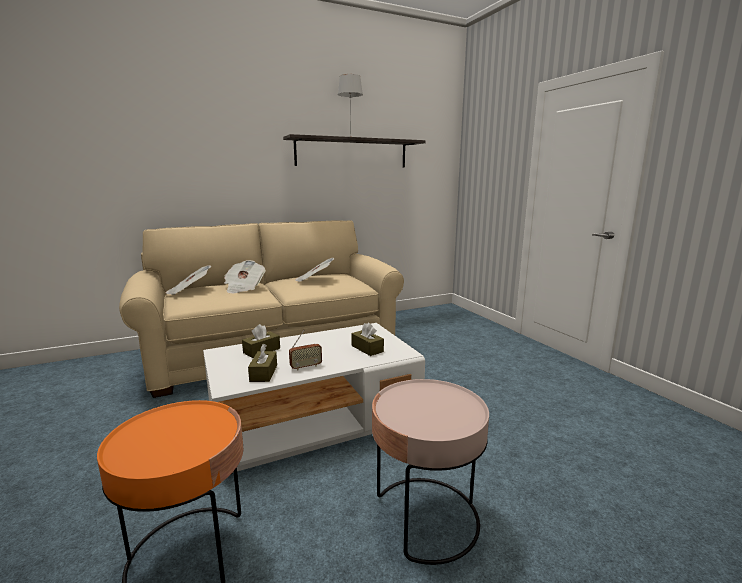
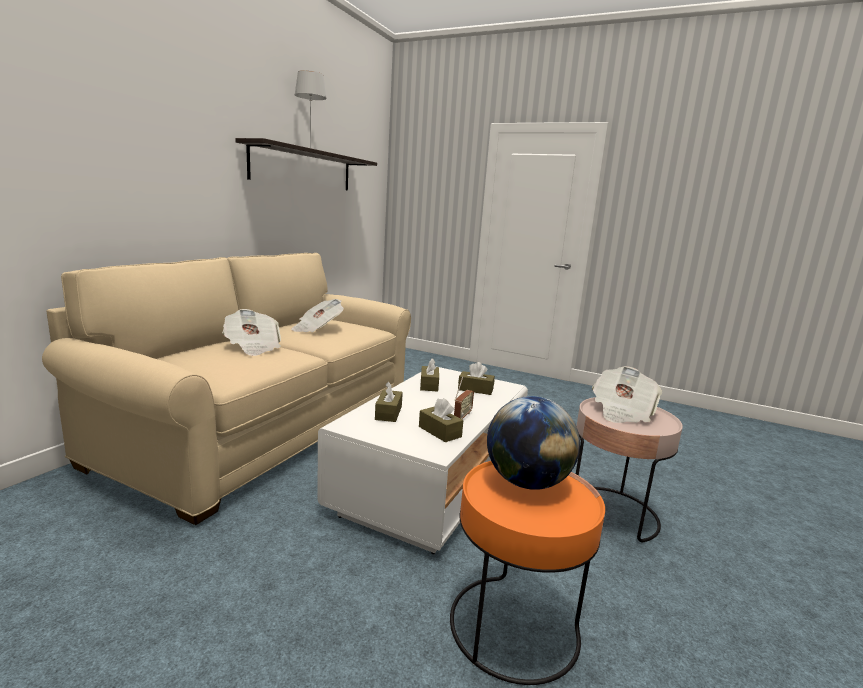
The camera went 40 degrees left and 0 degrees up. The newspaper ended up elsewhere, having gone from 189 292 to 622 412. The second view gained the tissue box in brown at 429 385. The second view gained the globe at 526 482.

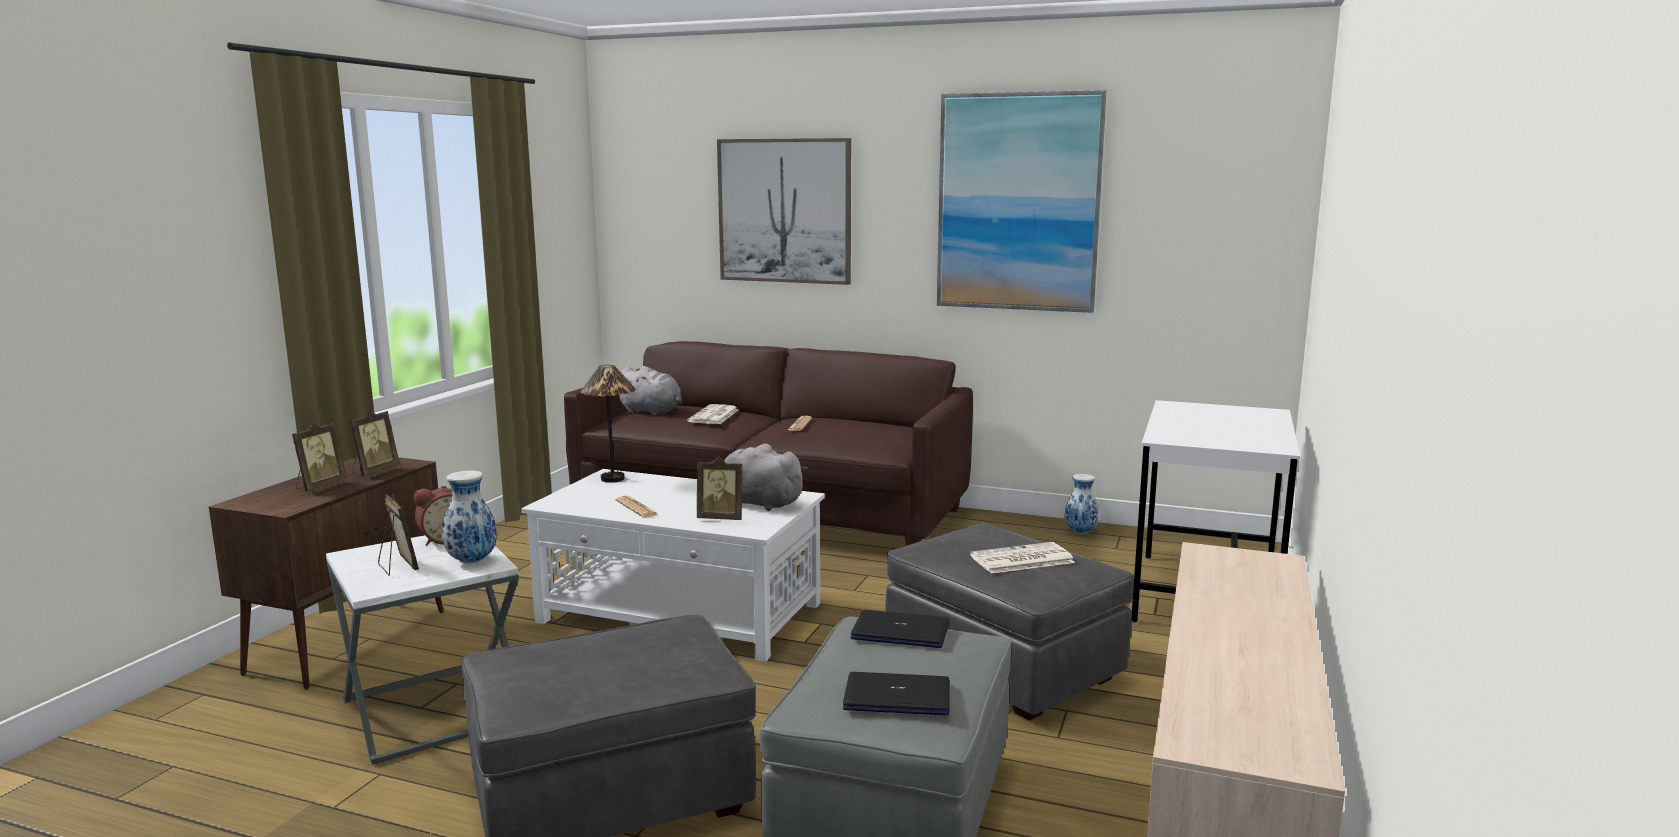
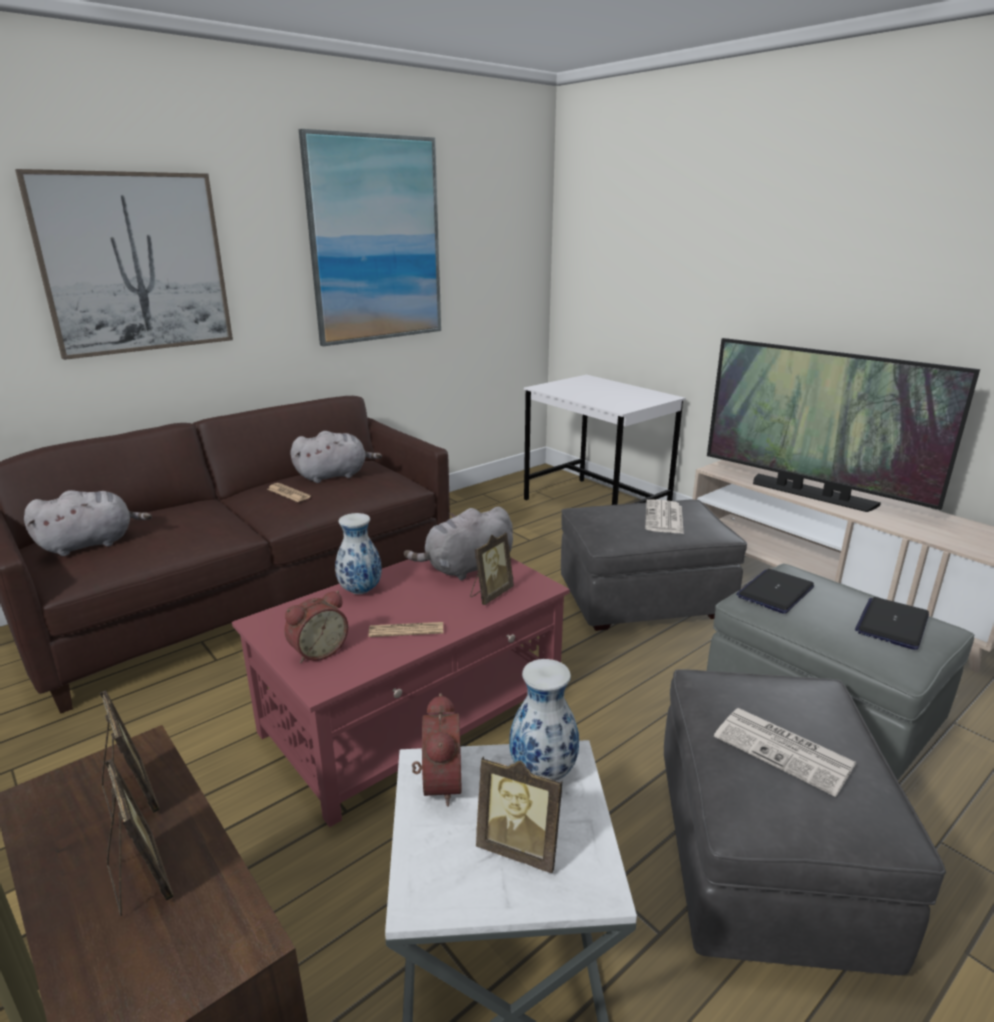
The camera went 60 degrees left and 10 degrees up. The second view lost the table lamp at 612 479. The newspaper ended up elsewhere, having gone from 714 416 to 785 751. What was the coffee table in white at 681 613 turned into the coffee table in red at 415 713. The vase ended up elsewhere, having gone from 1080 532 to 360 591. The picture frame at 397 567 ended up facing another way, 150 degrees counterclockwise from before. The second view gained the television at 811 494. The second view gained the plush toy in grey at 334 476. The second view gained the alarm clock at 317 651.

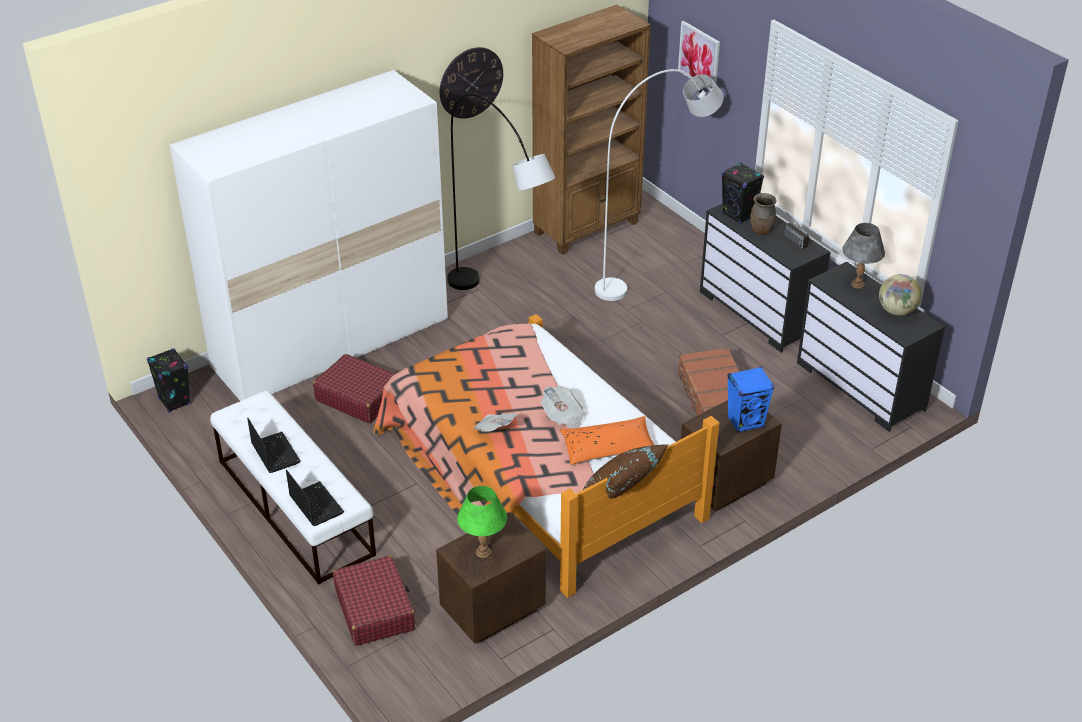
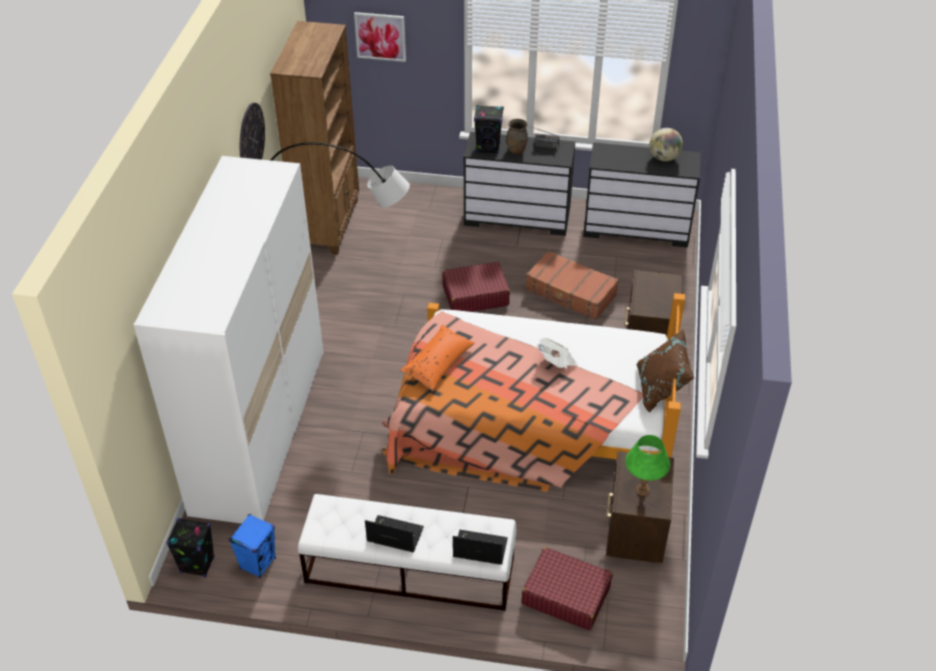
The camera went 45 degrees left and 5 degrees up. The second view lost the floor lamp in white at 655 267. The second view lost the table lamp in grey at 858 284. The suitcase in red ended up elsewhere, having gone from 358 397 to 475 295. The speaker in blue ended up elsewhere, having gone from 745 422 to 258 563. The second view lost the newspaper at 495 430. The pillow in orange ended up elsewhere, having gone from 608 448 to 438 363.

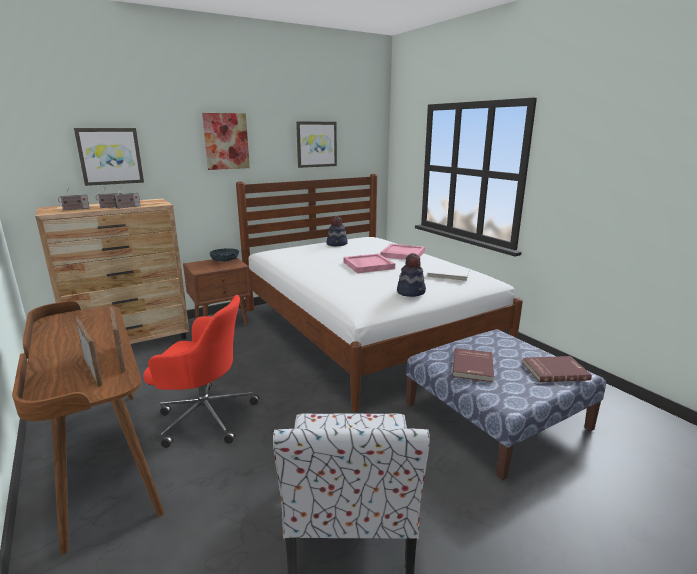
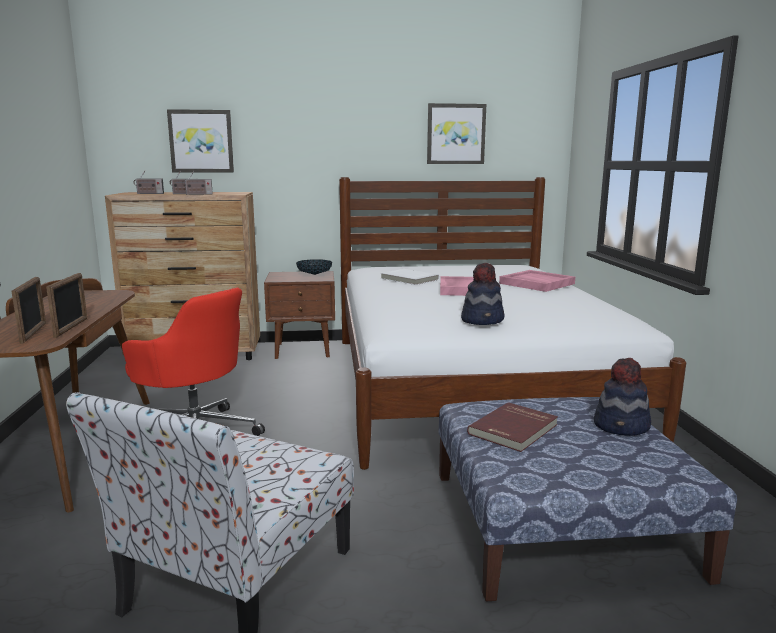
The camera went 25 degrees right and 5 degrees down. The second view lost the picture at 226 141. The hat ended up elsewhere, having gone from 337 244 to 622 426. The book in white ended up elsewhere, having gone from 448 275 to 408 279. The second view lost the book in red at 554 371.

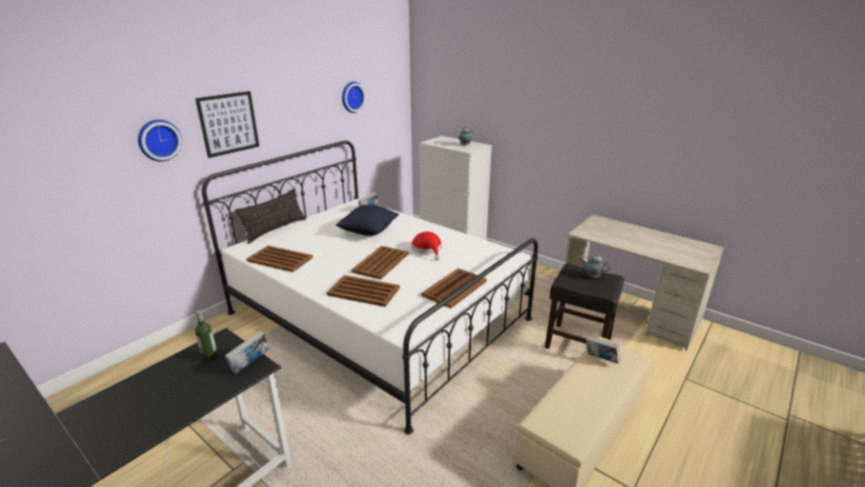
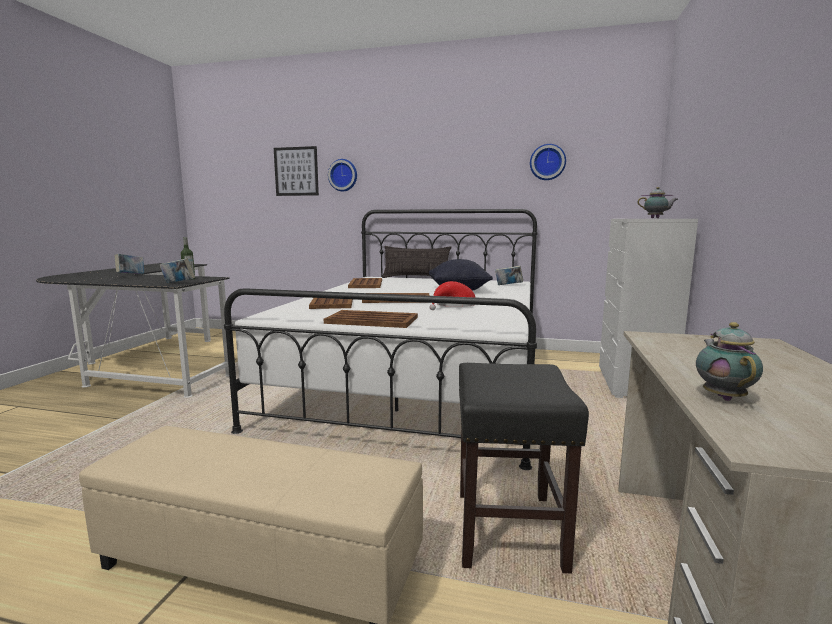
The camera went 65 degrees right and 15 degrees down. The picture ended up elsewhere, having gone from 229 123 to 296 171. The teapot ended up elsewhere, having gone from 592 276 to 723 397. The book ended up elsewhere, having gone from 601 360 to 131 275.

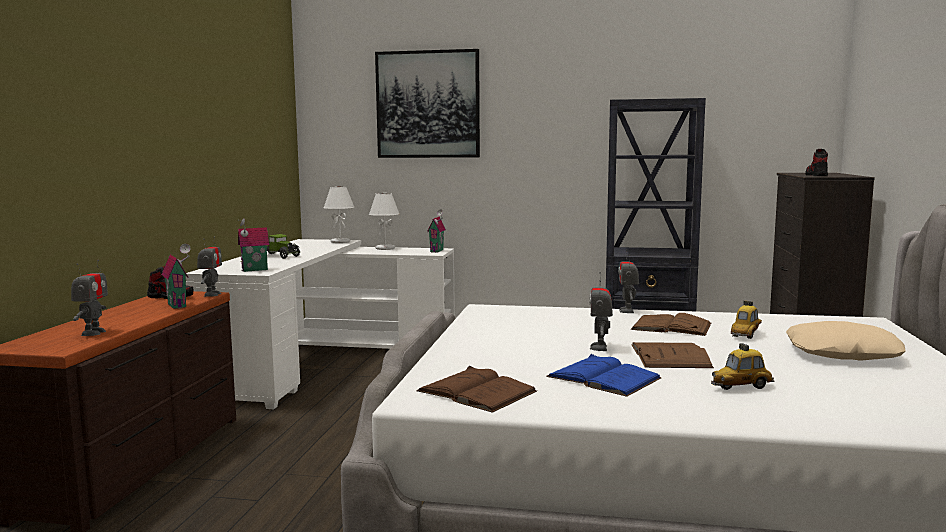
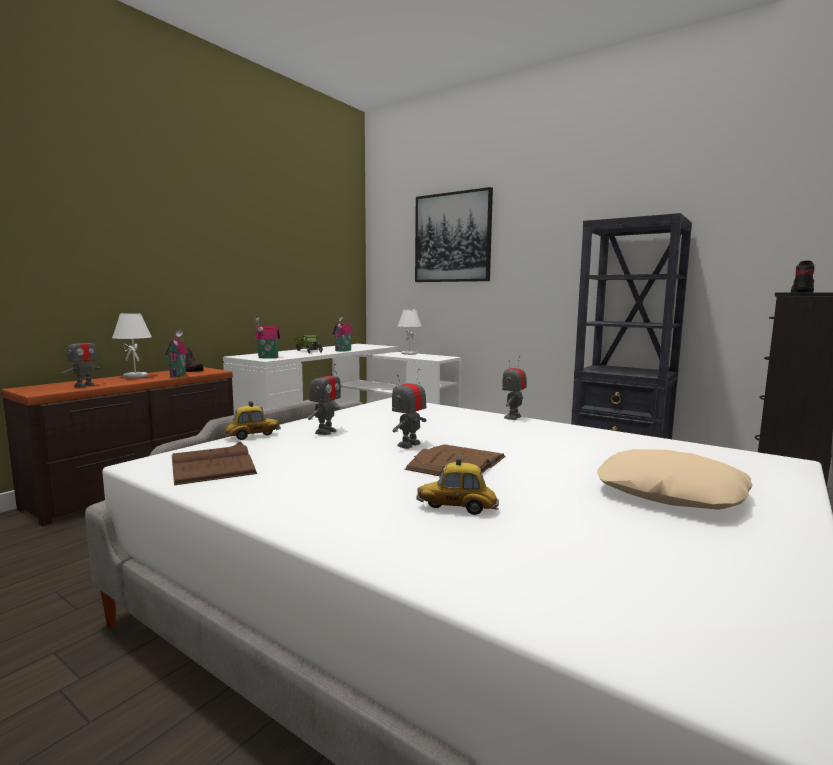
The camera went 25 degrees right and 0 degrees up. The table lamp in white ended up elsewhere, having gone from 340 242 to 136 376. The toy house ended up elsewhere, having gone from 438 251 to 343 350. The toy robot ended up elsewhere, having gone from 212 294 to 325 432. The toy car ended up elsewhere, having gone from 746 335 to 252 436. The second view lost the book in brown at 671 326. The second view lost the book in blue at 603 377.

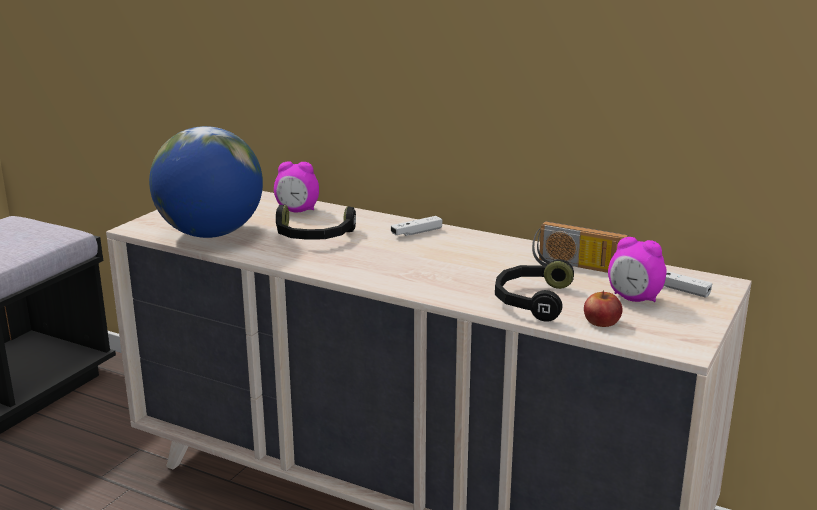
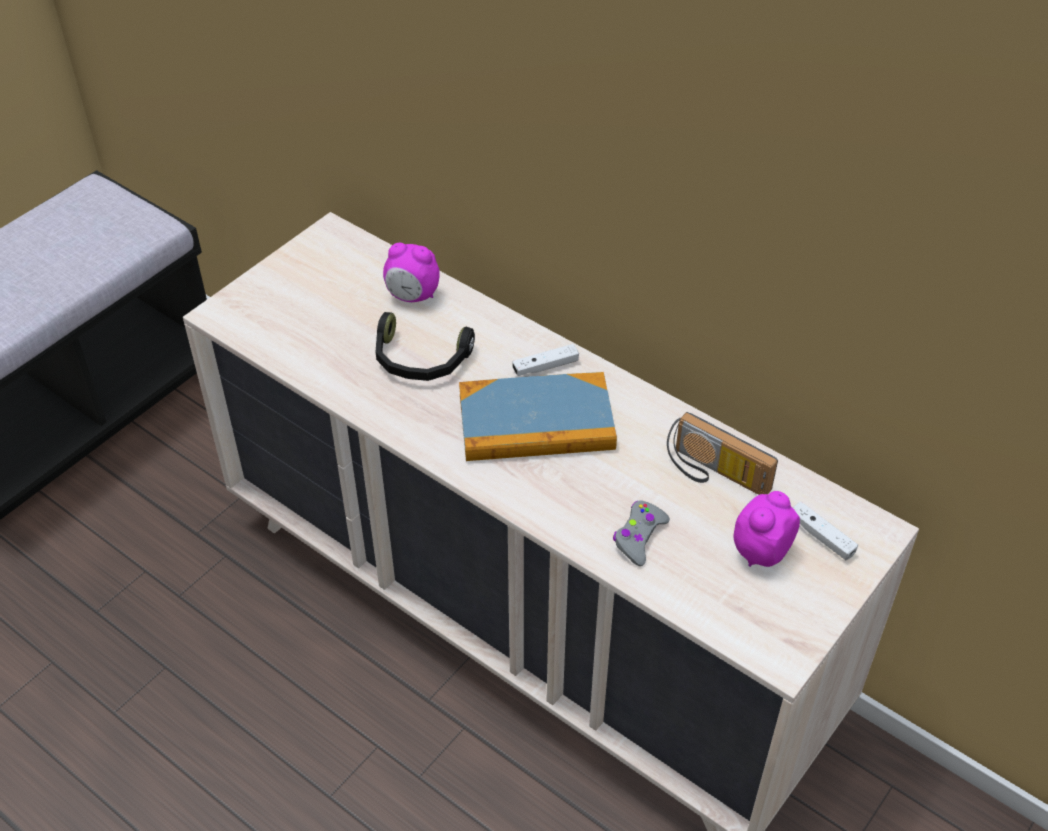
The camera went 10 degrees right and 25 degrees up. The second view lost the globe at 211 234. The alarm clock at 634 299 ended up facing another way, 90 degrees clockwise from before. Where the headphones in black stood at 531 300, the game controller in grey came to stand at 639 537. The second view lost the apple at 601 321. The second view gained the book at 536 423.

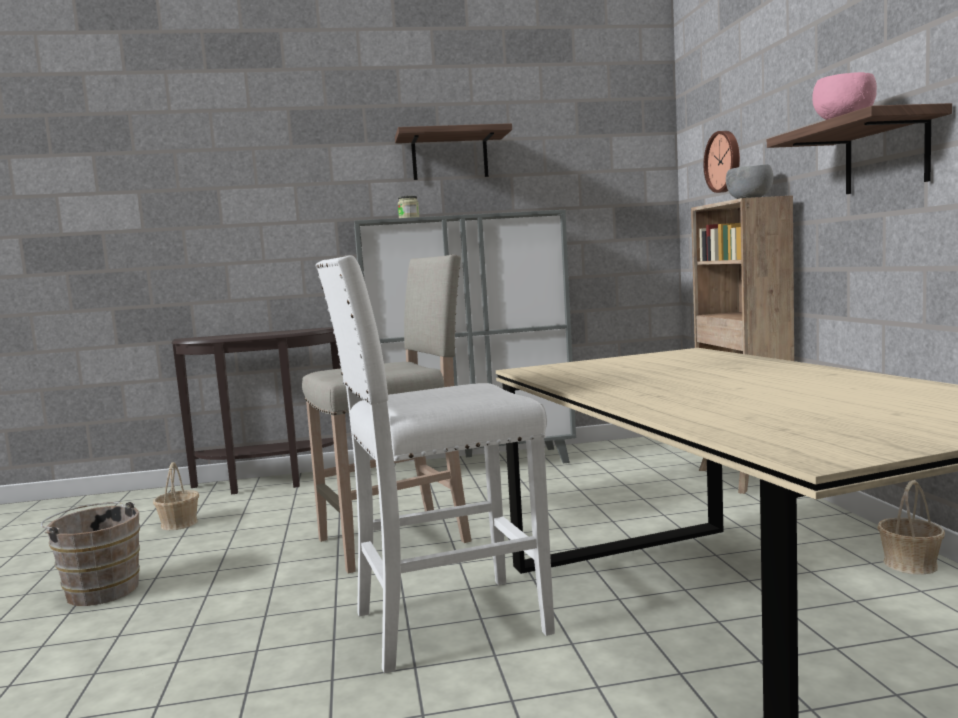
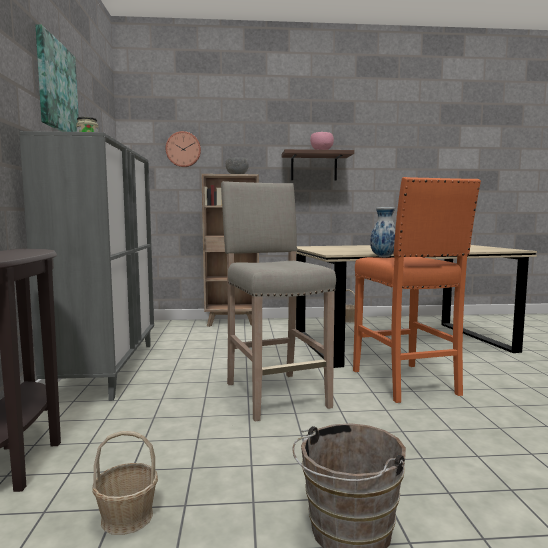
The camera went 85 degrees left and 0 degrees up. Where the shelf hung at 449 156, the picture came to hang at 56 87. What was the stool in white at 446 623 turned into the stool in orange at 405 383. The second view gained the vase at 384 257.

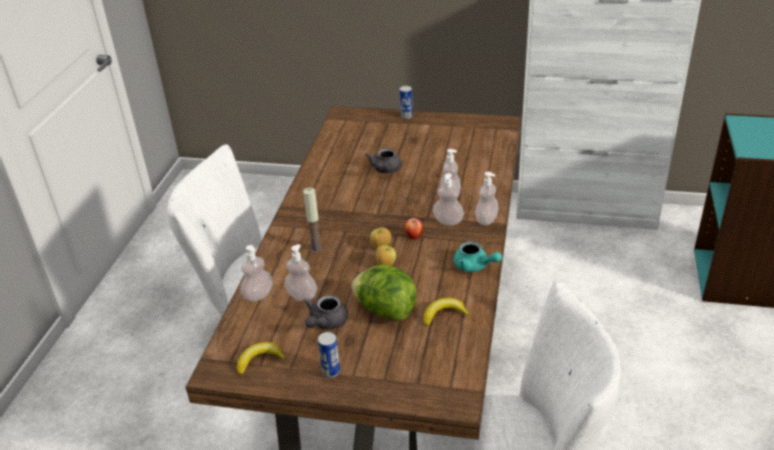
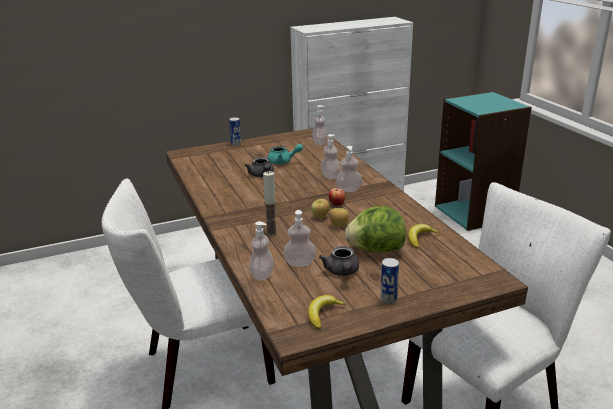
The camera went 35 degrees left and 10 degrees down. The soap dispenser ended up elsewhere, having gone from 486 220 to 319 143. The teapot in turquoise ended up elsewhere, having gone from 474 266 to 283 162.

